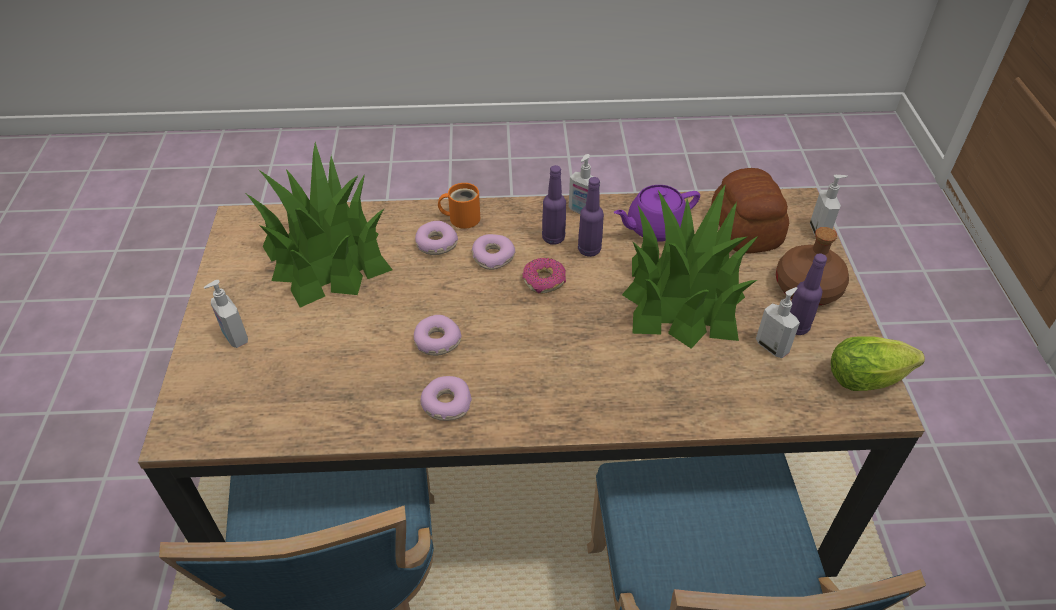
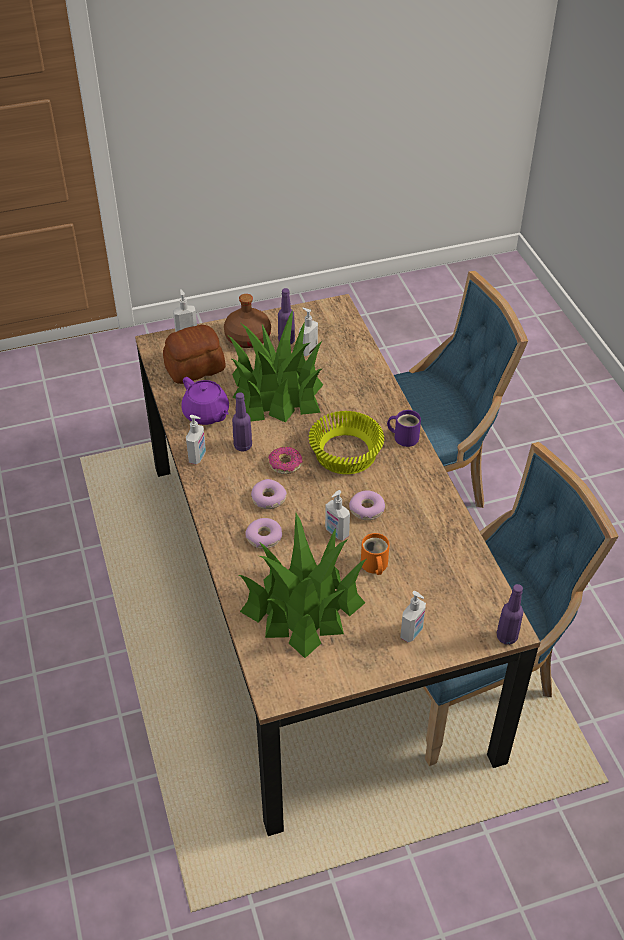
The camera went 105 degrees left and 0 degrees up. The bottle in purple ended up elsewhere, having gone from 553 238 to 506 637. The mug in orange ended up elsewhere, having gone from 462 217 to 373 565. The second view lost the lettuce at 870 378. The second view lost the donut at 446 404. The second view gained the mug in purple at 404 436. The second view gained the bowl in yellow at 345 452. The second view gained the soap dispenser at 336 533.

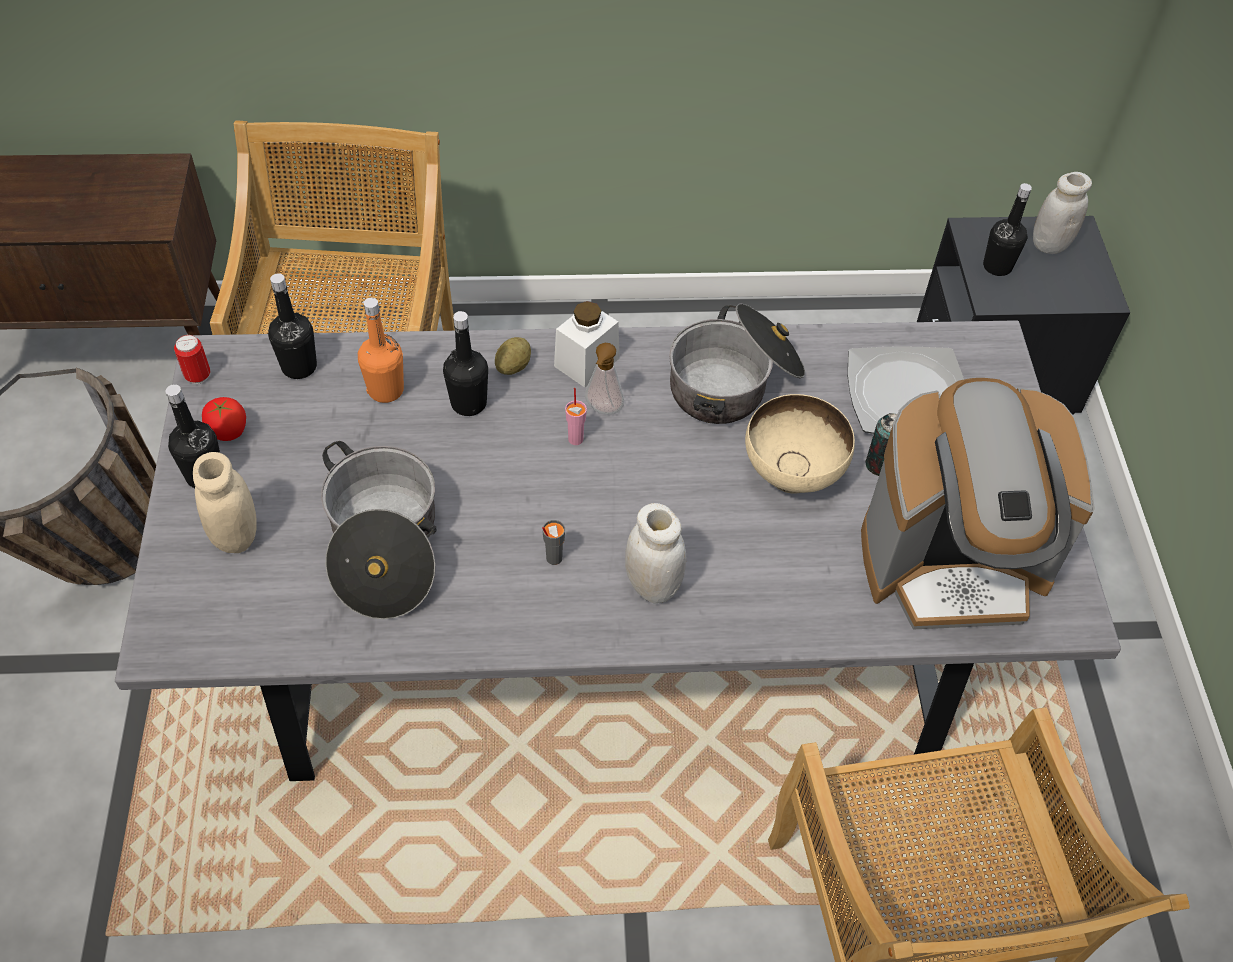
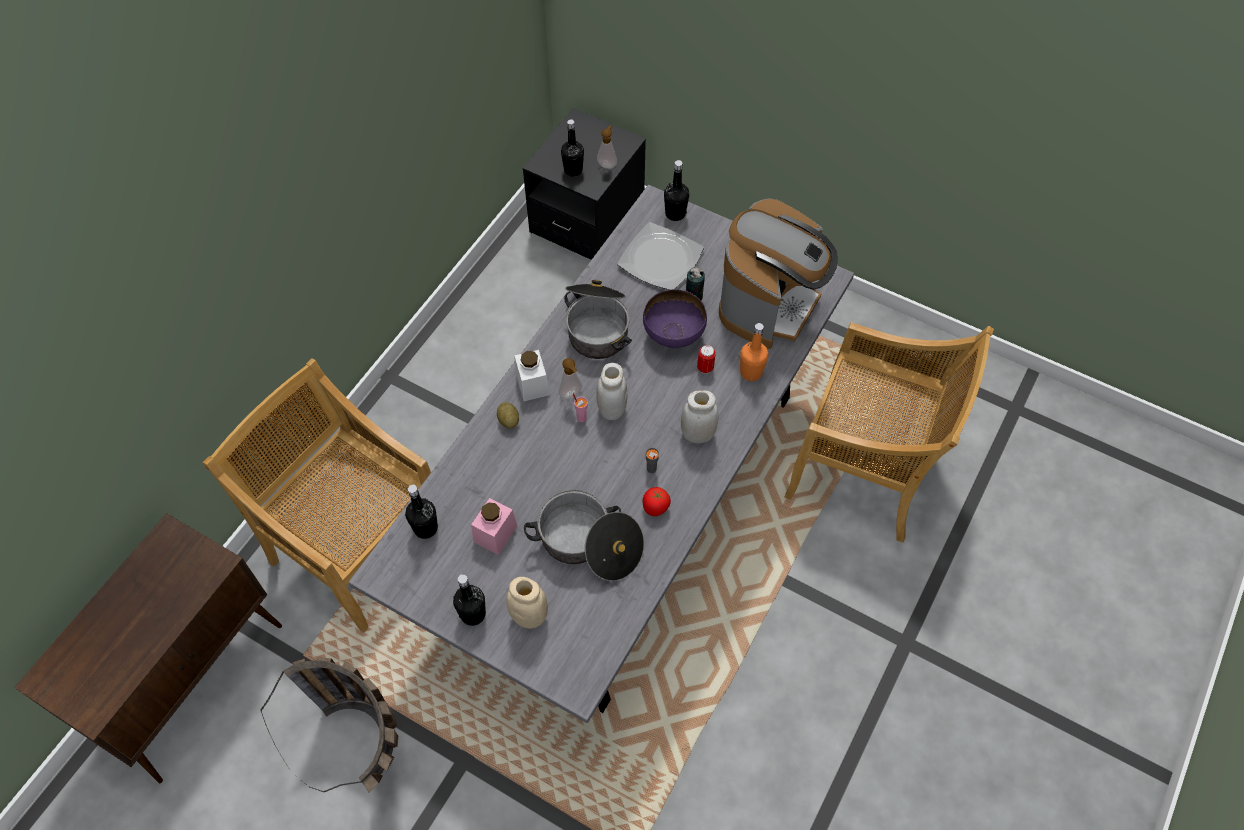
The camera went 55 degrees left and 5 degrees up. The jar in white ended up elsewhere, having gone from 1049 244 to 612 409. The bottle in orange ended up elsewhere, having gone from 386 390 to 751 372. The bottle in black ended up elsewhere, having gone from 468 403 to 675 214. The can ended up elsewhere, having gone from 198 376 to 705 368. What was the bowl in beige at 793 475 turned into the bowl in purple at 674 336. The tomato ended up elsewhere, having gone from 228 432 to 655 508. The second view gained the soap dispenser at 607 164. The second view gained the jar in pink at 495 533.

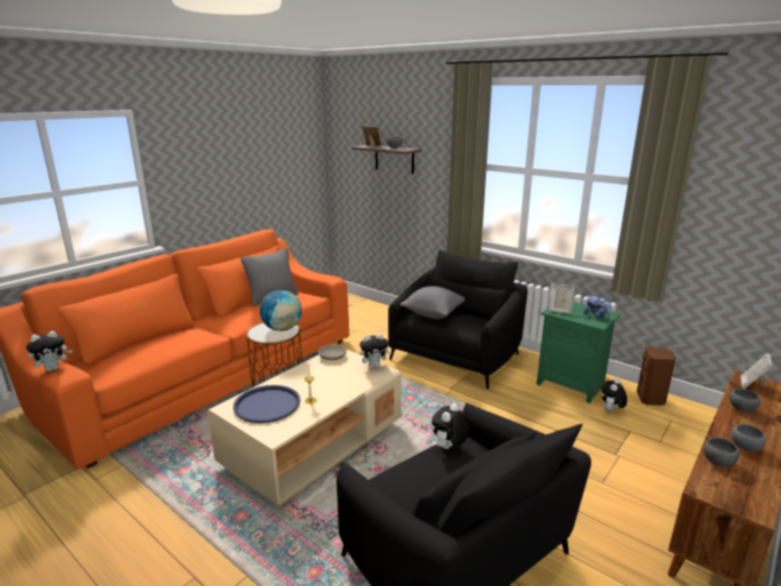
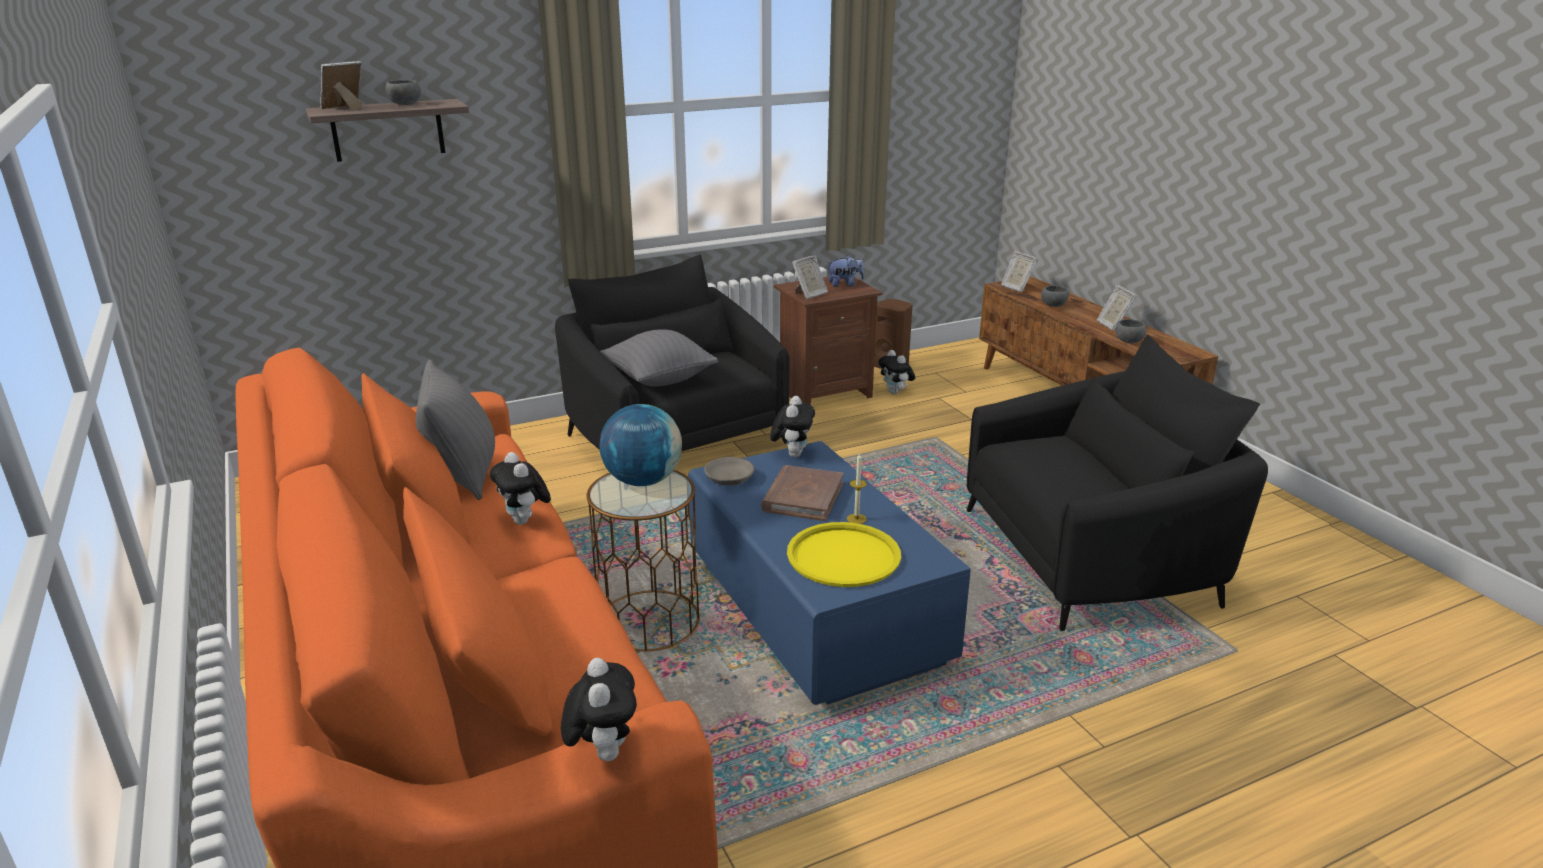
The camera went 65 degrees left and 5 degrees up. What was the nightstand in green at 571 384 turned into the nightstand in brown at 824 392. What was the coffee table in beige at 313 445 turned into the coffee table in blue at 815 610. What was the tray in blue at 267 404 turned into the tray in yellow at 843 556. The plush toy ended up elsewhere, having gone from 448 448 to 525 521. Where the bowl in grey stood at 745 447, the picture frame came to stand at 1113 326. The second view gained the book in brown at 802 497.

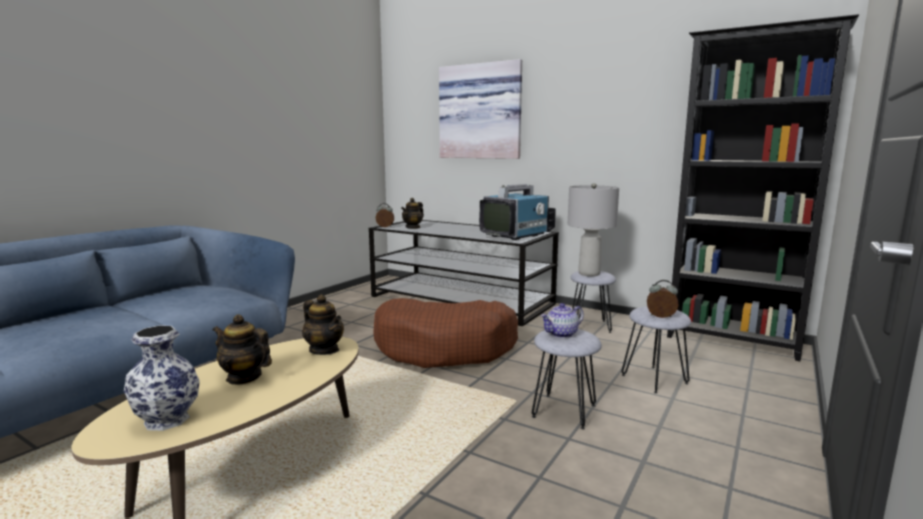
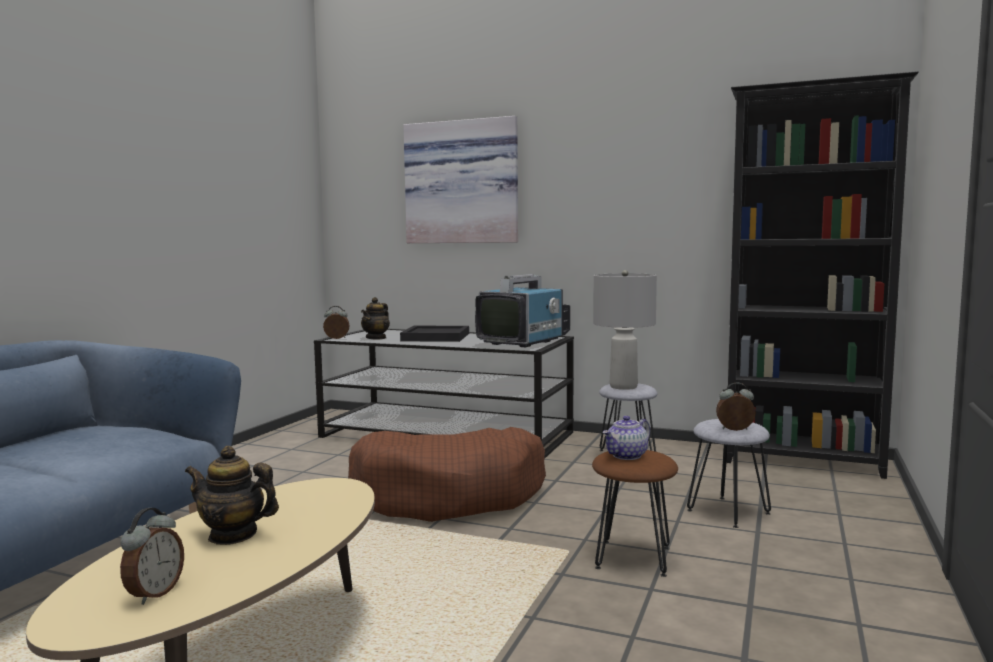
The camera went 10 degrees left and 5 degrees down. The second view lost the teapot at 324 350. Where the vase stood at 167 419, the alarm clock came to stand at 154 594. What was the stool in grey at 564 411 turned into the stool in brown at 634 558. The second view gained the tray in black at 435 337.

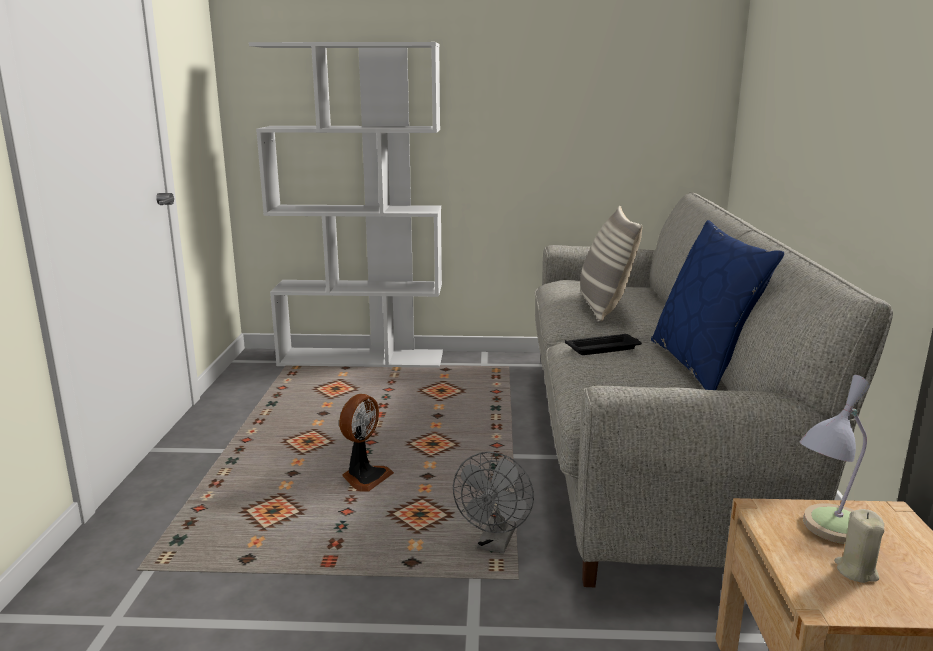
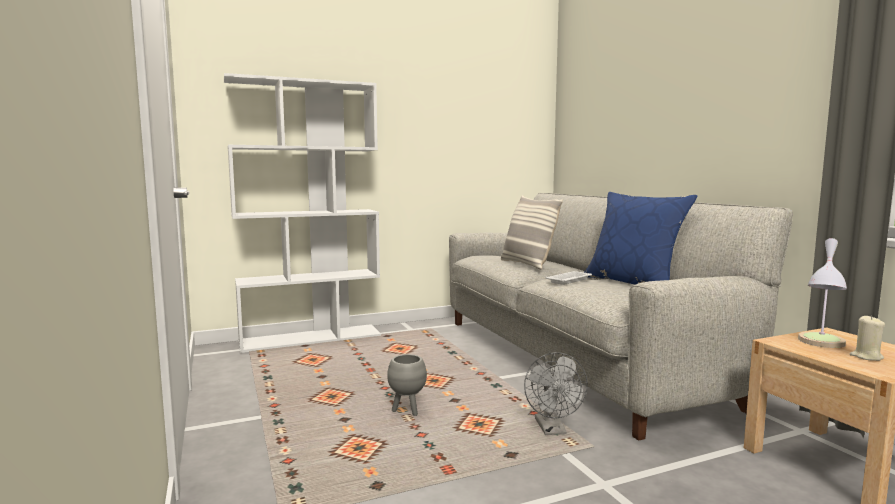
The camera went 25 degrees left and 10 degrees down. What was the tray in black at 604 348 turned into the tray in white at 569 280. Where the fan stood at 364 477, the planter in grey came to stand at 407 410.

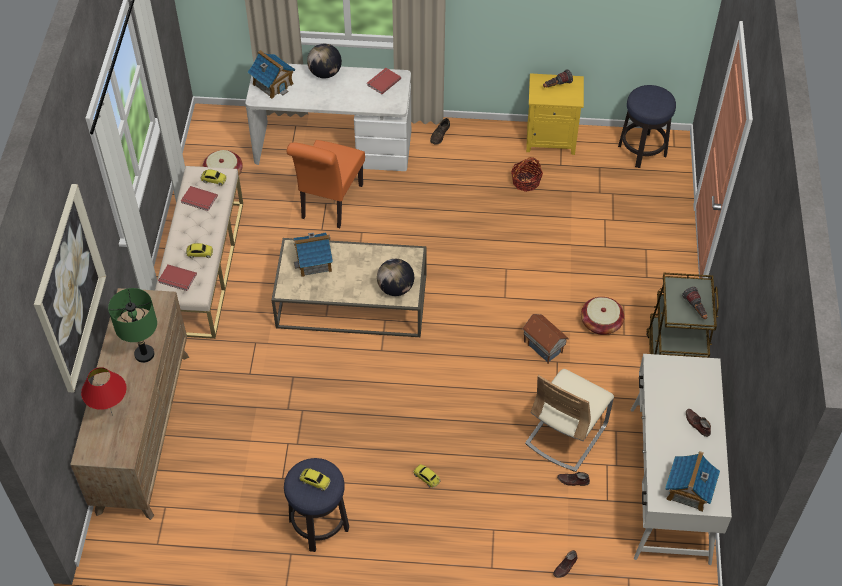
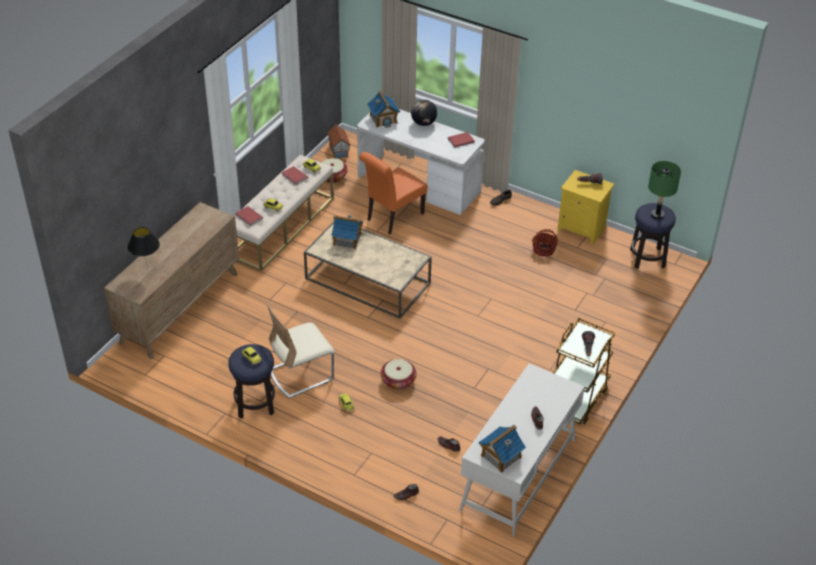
The camera went 25 degrees right and 10 degrees down. The second view lost the picture at 69 289. The second view lost the globe at 395 288. The table lamp in green ended up elsewhere, having gone from 144 354 to 657 215. The basket ended up elsewhere, having gone from 601 323 to 398 381. The toy house ended up elsewhere, having gone from 544 346 to 339 151. What was the table lamp in red at 112 415 turned into the table lamp in black at 147 270. The chair in beige ended up elsewhere, having gone from 566 434 to 301 375.

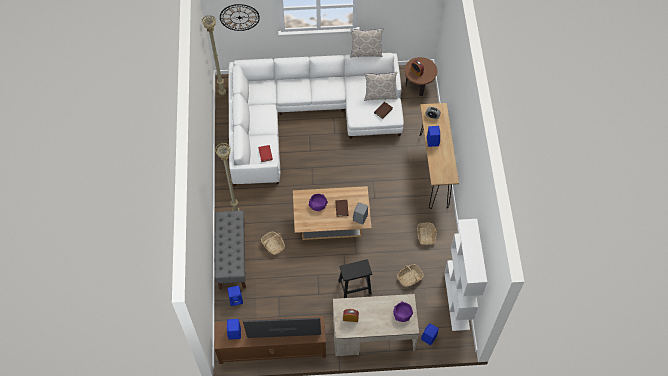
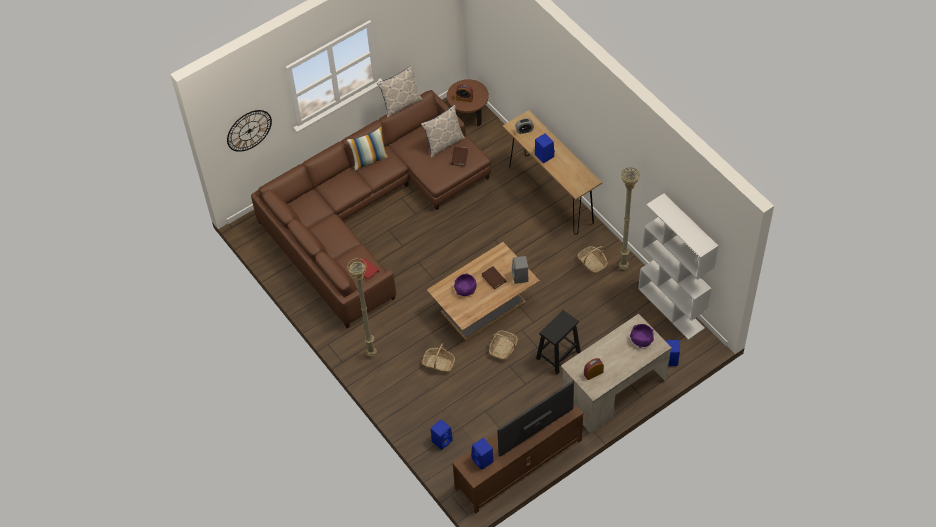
The camera went 30 degrees left and 5 degrees down. The floor lamp in beige ended up elsewhere, having gone from 222 93 to 623 268. What was the sofa in white at 306 115 turned into the sofa in brown at 369 211. The second view lost the bench in grey at 232 256. The basket ended up elsewhere, having gone from 410 278 to 503 348. The second view gained the pillow at 370 159.

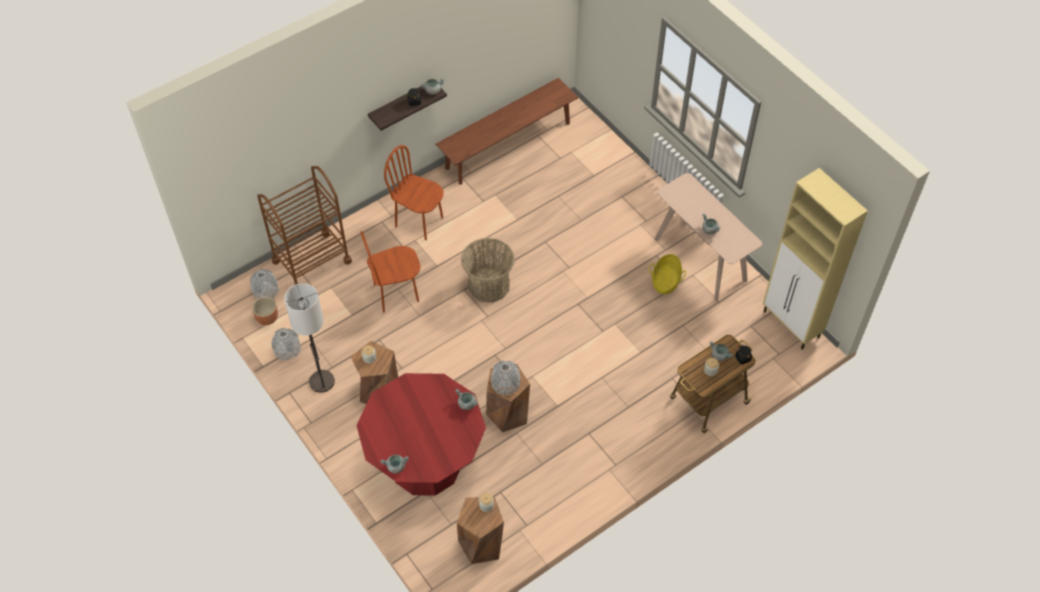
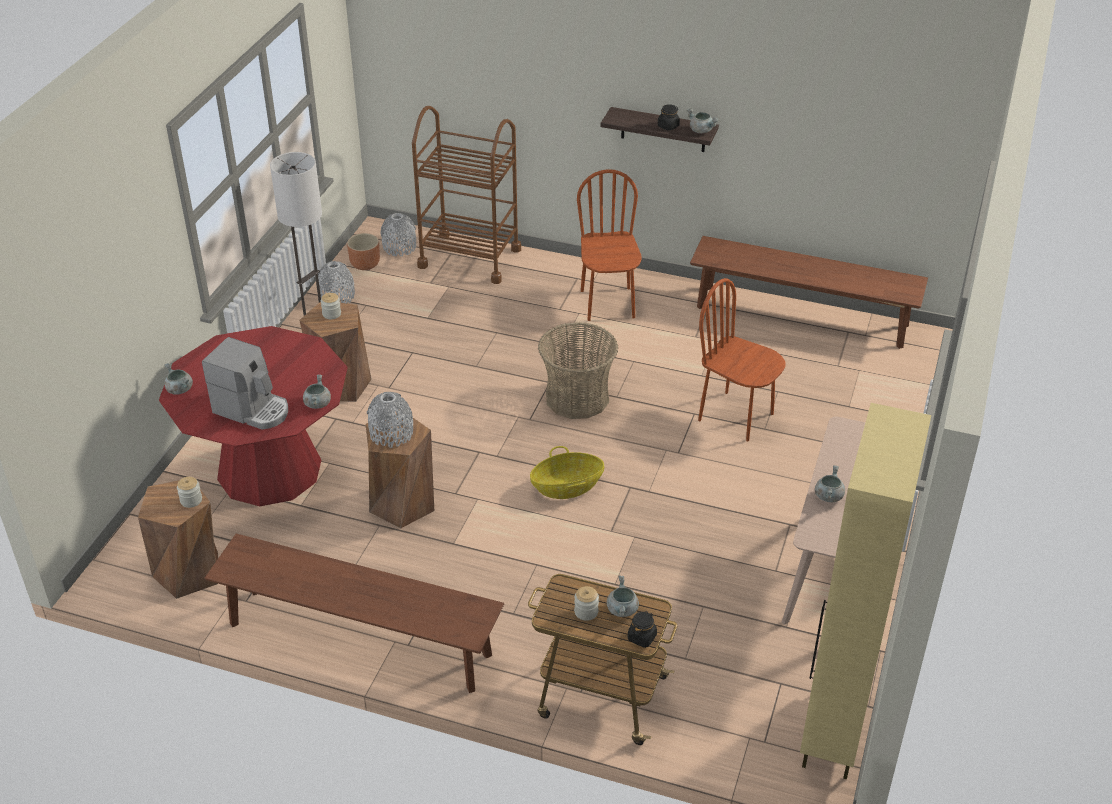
The camera went 55 degrees right and 15 degrees down. The chair in brown ended up elsewhere, having gone from 396 293 to 736 416. The basket ended up elsewhere, having gone from 665 281 to 567 487. The second view gained the coffee machine at 252 410. The second view gained the bench in brown at 359 639.

